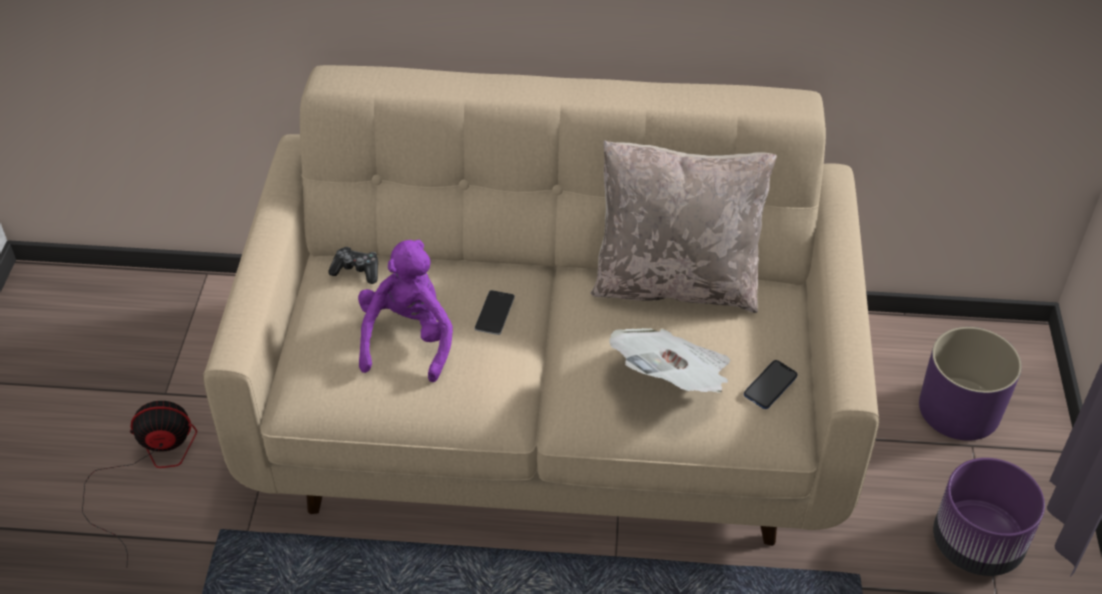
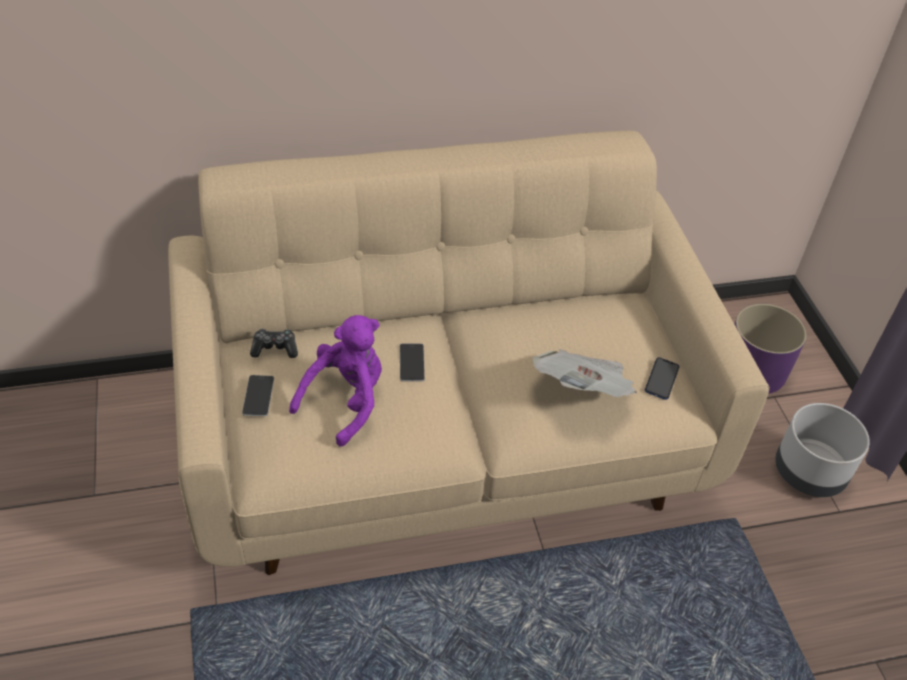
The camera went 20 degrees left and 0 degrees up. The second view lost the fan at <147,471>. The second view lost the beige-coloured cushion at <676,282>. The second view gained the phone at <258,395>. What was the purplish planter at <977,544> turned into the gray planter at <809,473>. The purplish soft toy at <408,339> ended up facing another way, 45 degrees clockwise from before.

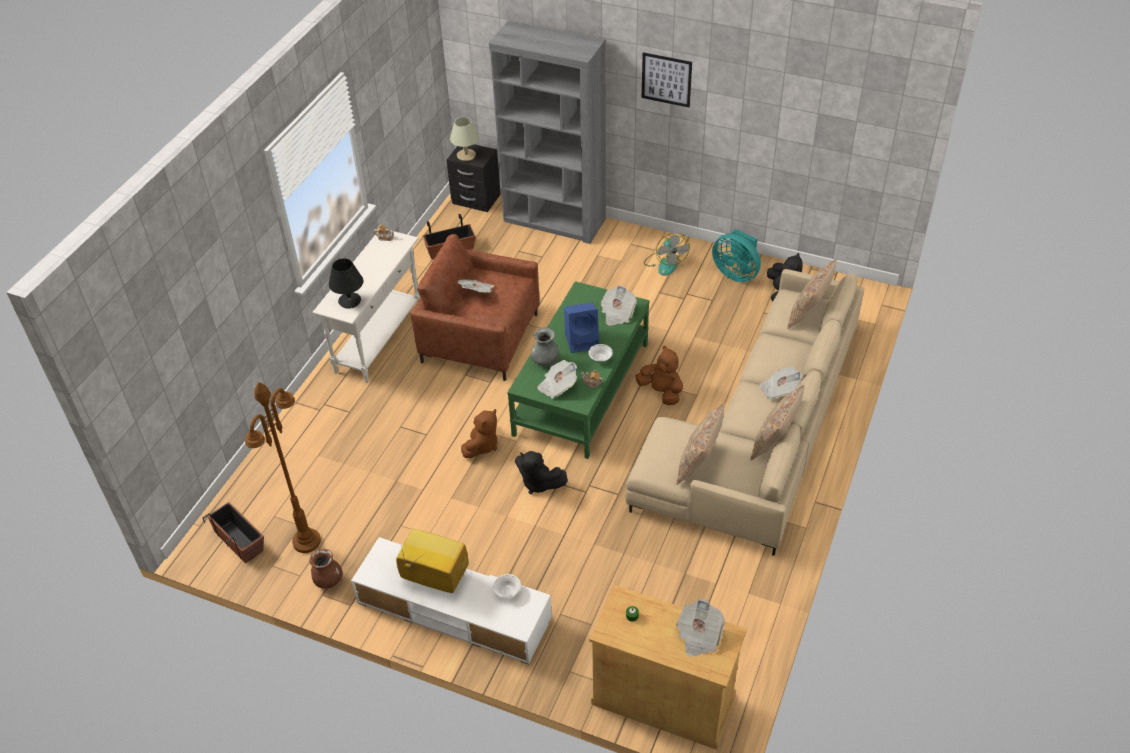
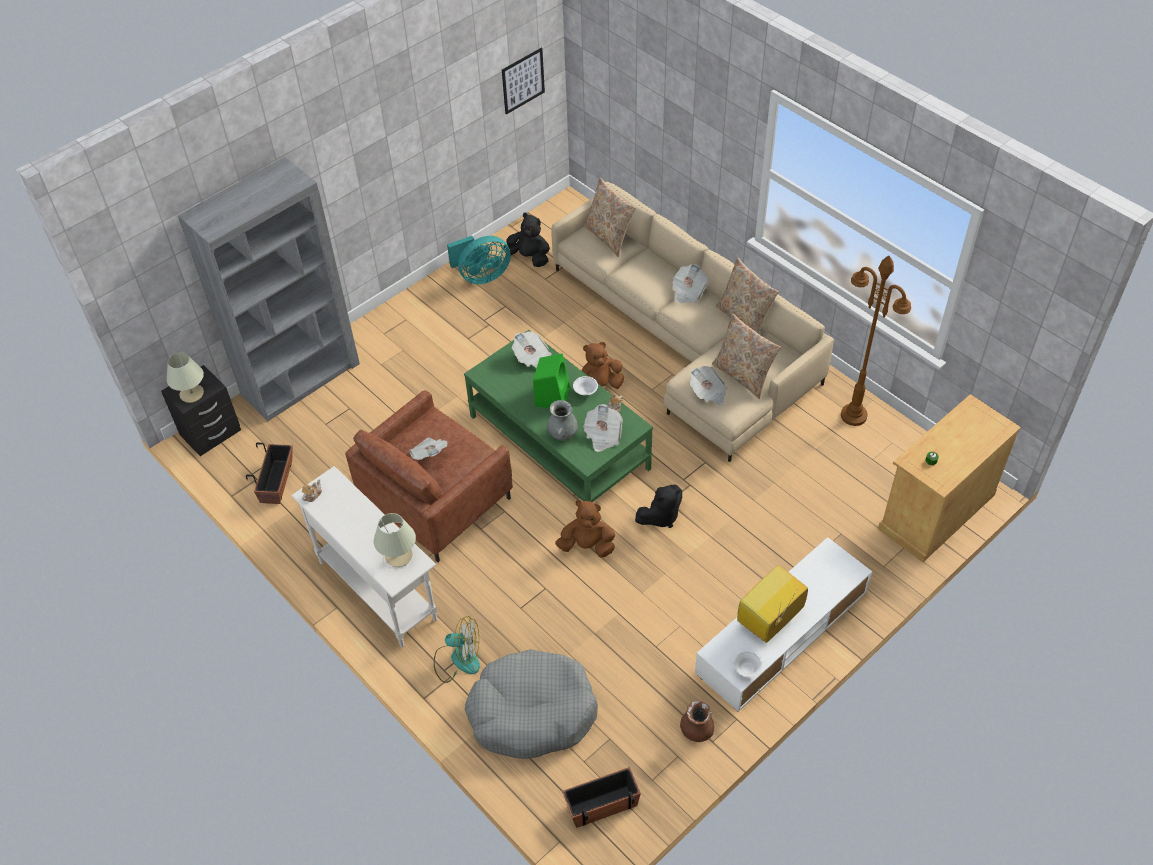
The camera went 65 degrees left and 5 degrees up. The second view gained the gray pet bed at <532,712>. The brown floor lamp ended up elsewhere, having gone from <306,542> to <854,415>. The whitish bowl ended up elsewhere, having gone from <507,591> to <747,669>. The picture ended up elsewhere, having gone from <666,79> to <523,80>. The fan ended up elsewhere, having gone from <665,263> to <458,659>. The printed paper ended up elsewhere, having gone from <699,636> to <708,393>. What was the black tabletop lamp at <350,301> turned into the beige-coloured tabletop lamp at <398,556>. What was the bluish audio speaker at <583,340> turned into the greenish audio speaker at <552,396>. The brown soft toy at <482,445> ended up facing another way, 45 degrees counterclockwise from before.

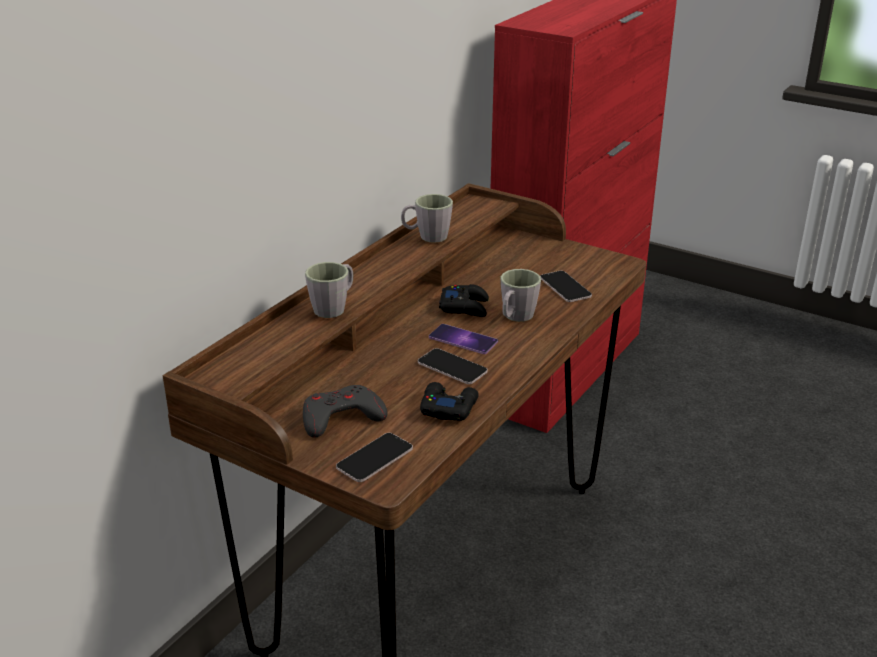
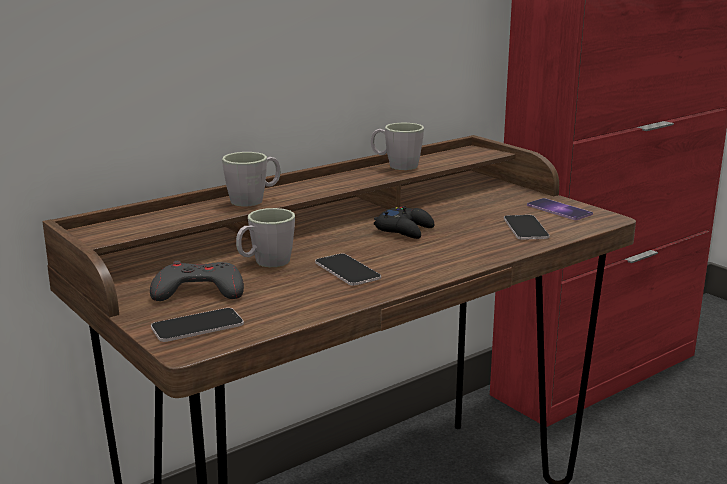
The camera went 20 degrees right and 10 degrees down. The second view lost the black gamepad at <448,407>. The phone ended up elsewhere, having gone from <463,339> to <559,210>. The gray coffee mug ended up elsewhere, having gone from <515,317> to <265,263>.

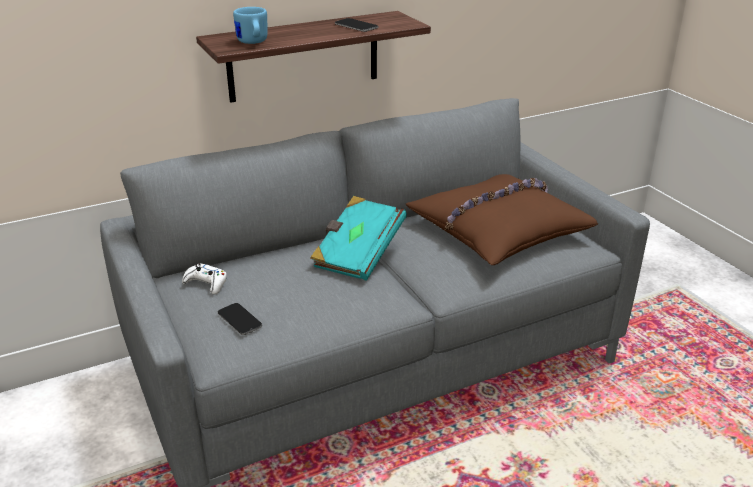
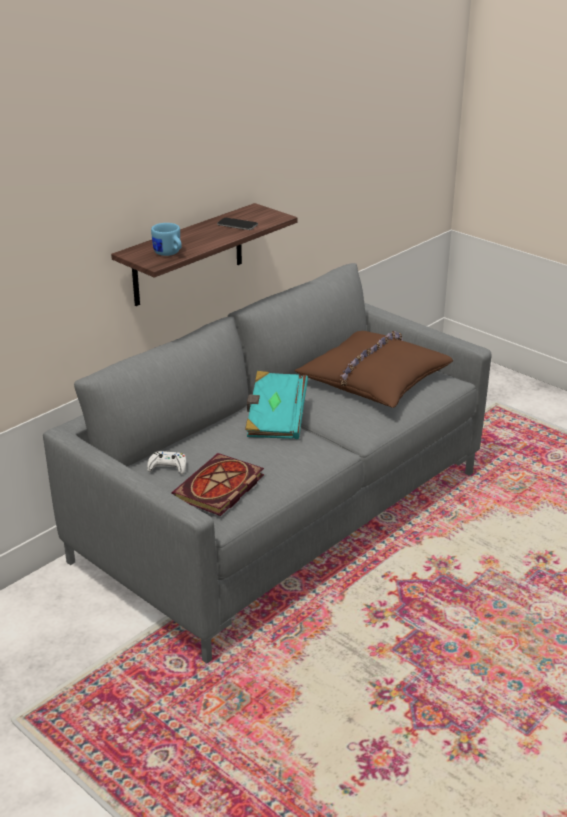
The camera went 20 degrees left and 0 degrees up. Where the phone stood at <239,320>, the volume came to stand at <219,489>.

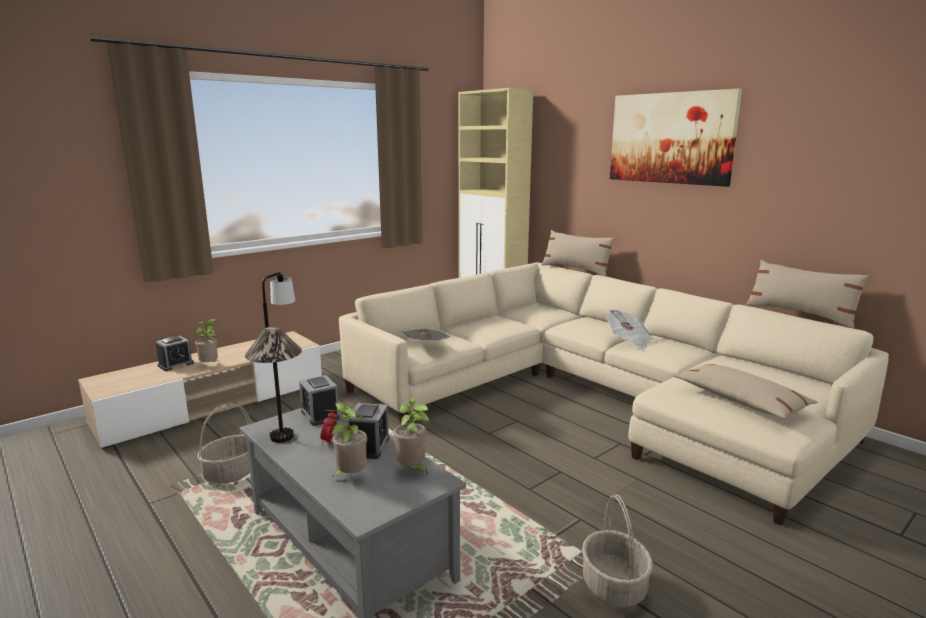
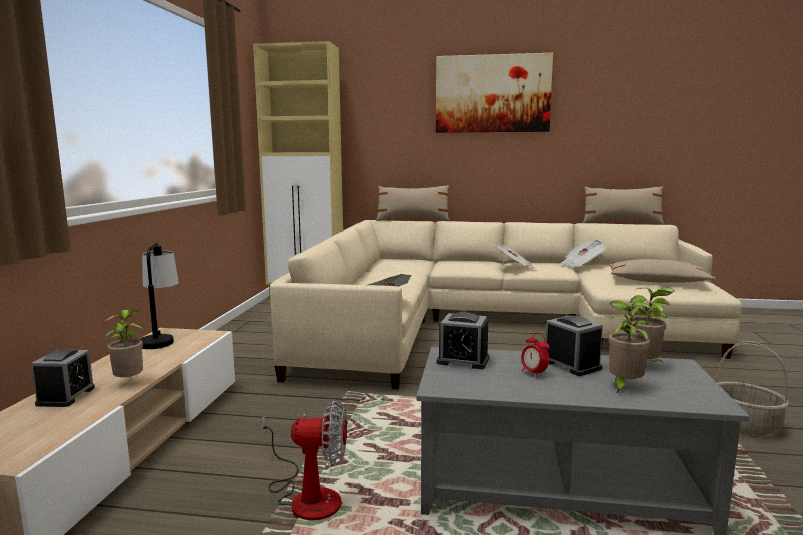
The camera went 40 degrees left and 5 degrees down. The second view lost the tabletop lamp at <281,436>. The second view gained the printed paper at <581,265>. Where the basket stood at <231,472>, the fan came to stand at <307,496>.

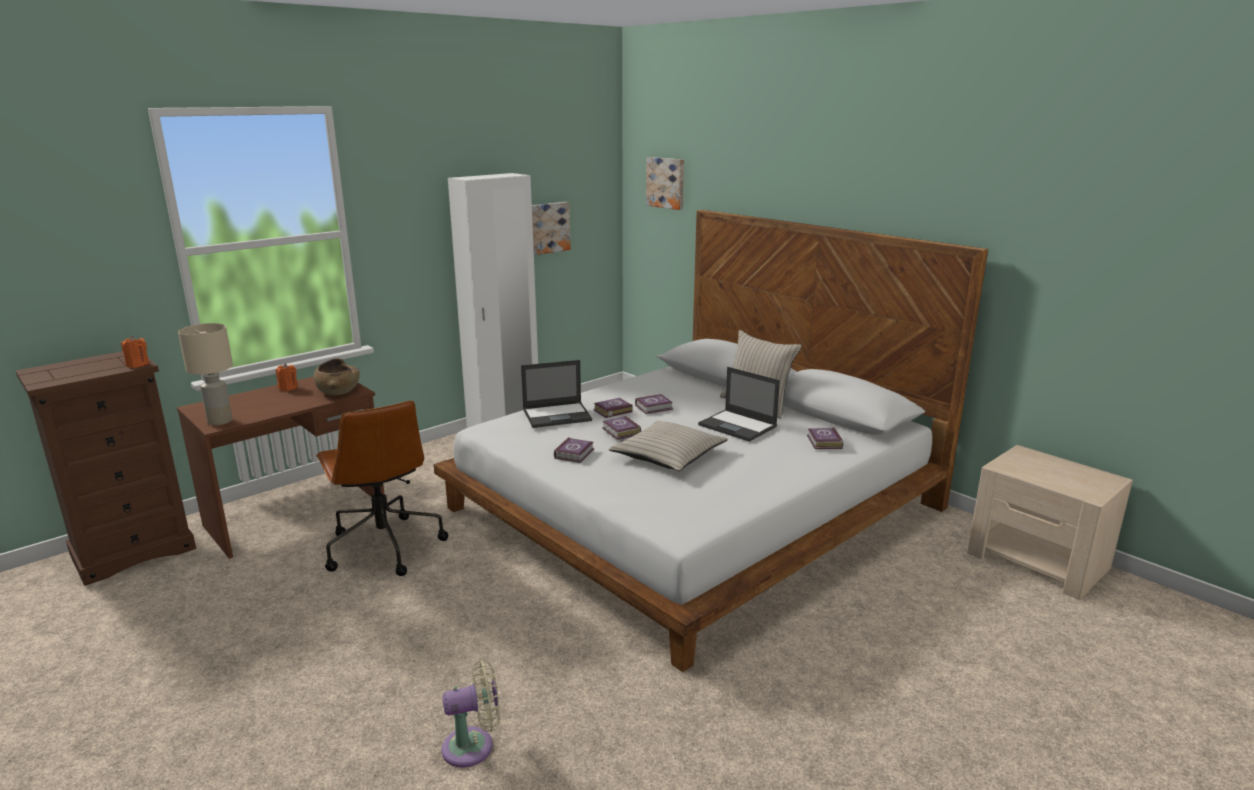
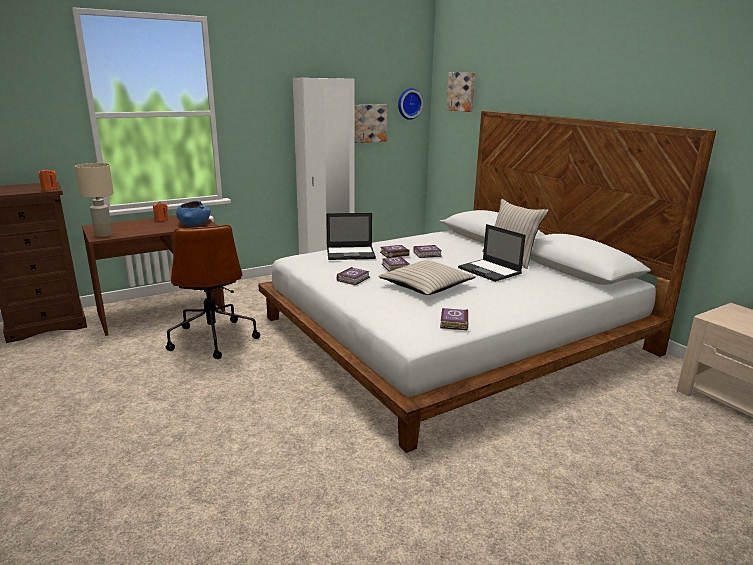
The camera went 10 degrees right and 0 degrees up. The second view lost the beige-coloured fan at <473,746>. The second view gained the wall clock at <409,103>. The volume ended up elsewhere, having gone from <823,442> to <453,322>. What was the brown bowl at <338,390> turned into the bluish bowl at <194,223>.

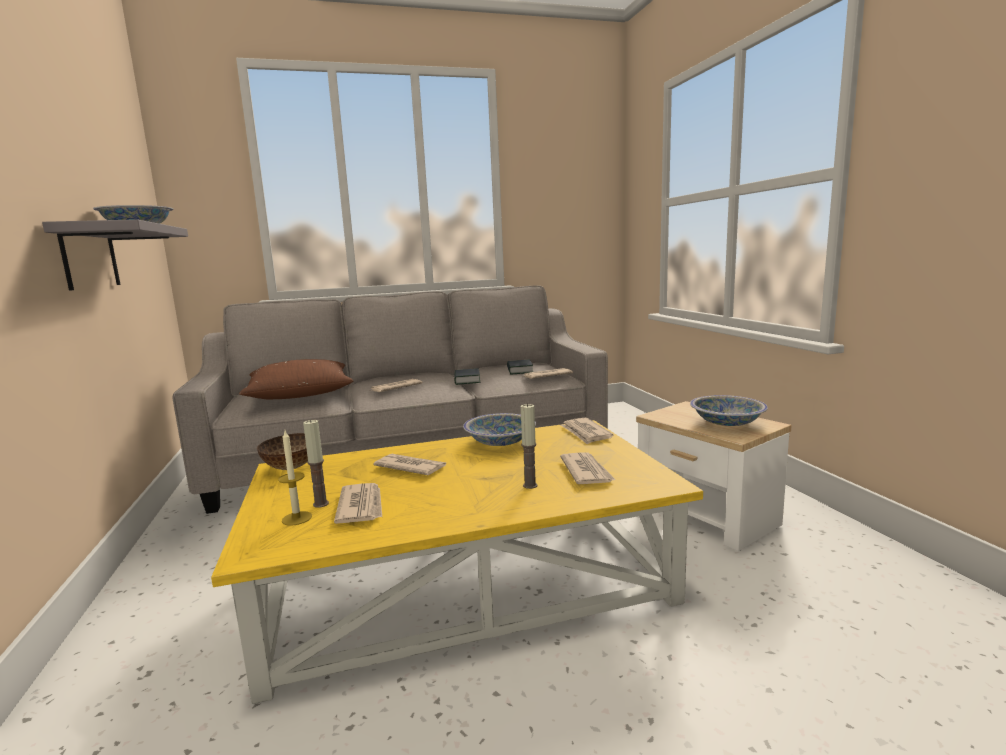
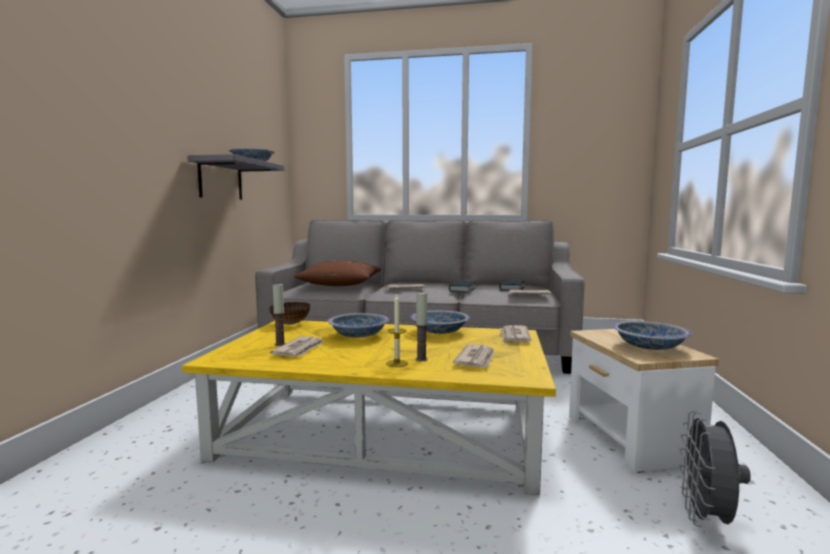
The camera went 25 degrees right and 5 degrees down. The second view gained the gray fan at <706,519>. The wax candle ended up elsewhere, having gone from <297,518> to <397,363>. Where the printed paper stood at <410,467>, the bowl came to stand at <358,335>.

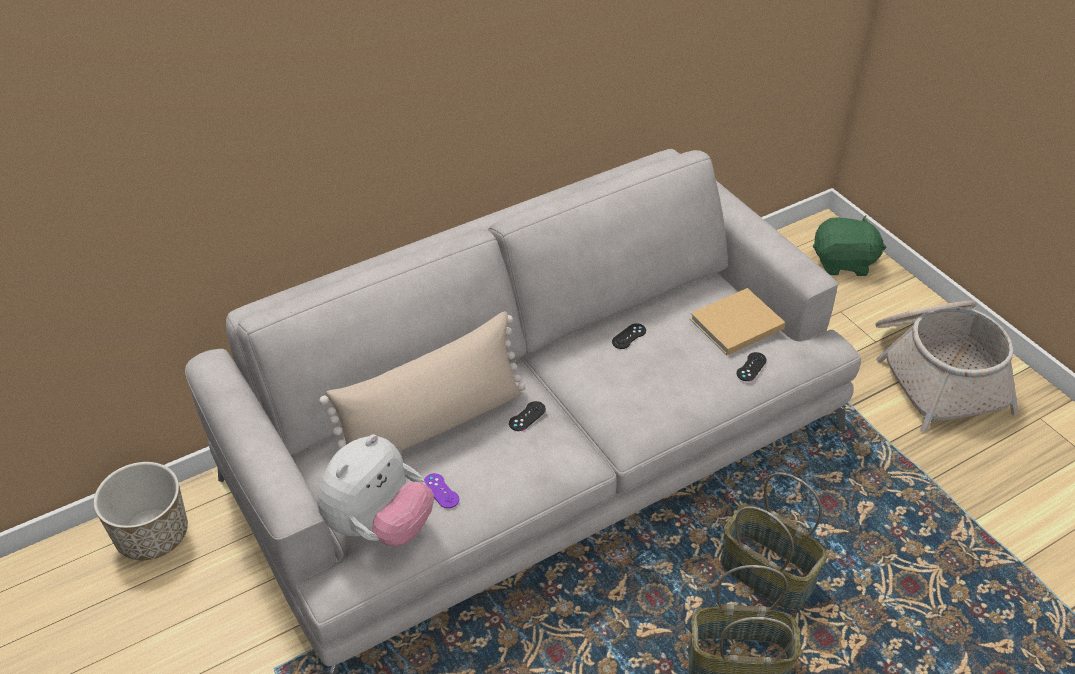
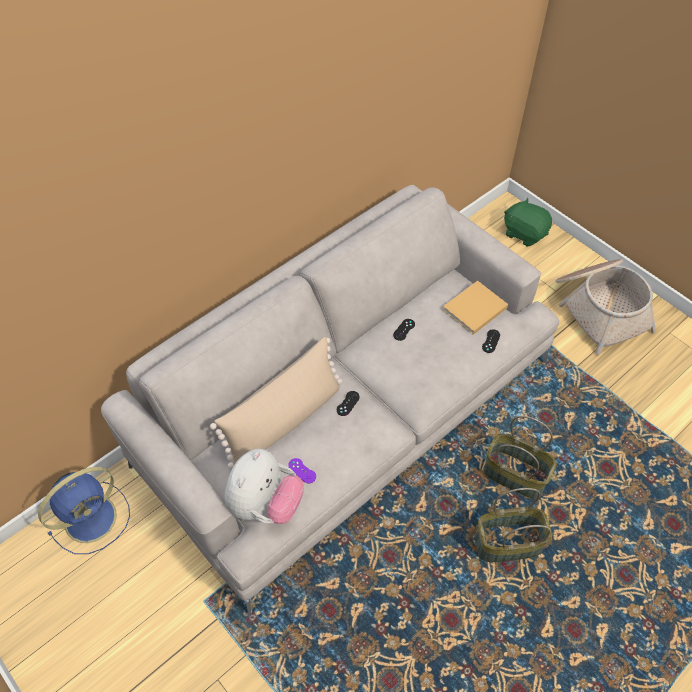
The camera went 10 degrees left and 10 degrees up. Where the planter stood at <152,534>, the bluish fan came to stand at <92,517>. The greenish soft toy at <843,263> ended up facing another way, 135 degrees counterclockwise from before.

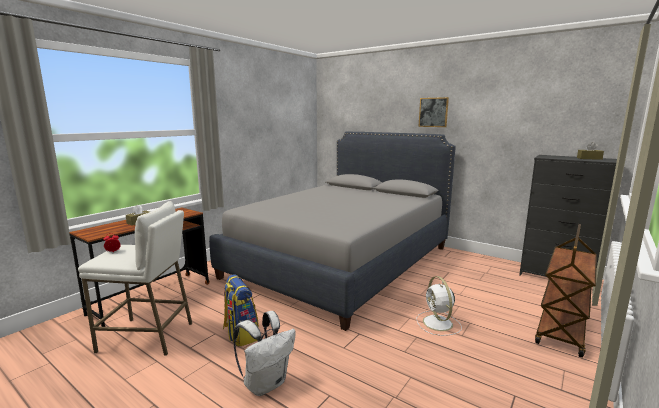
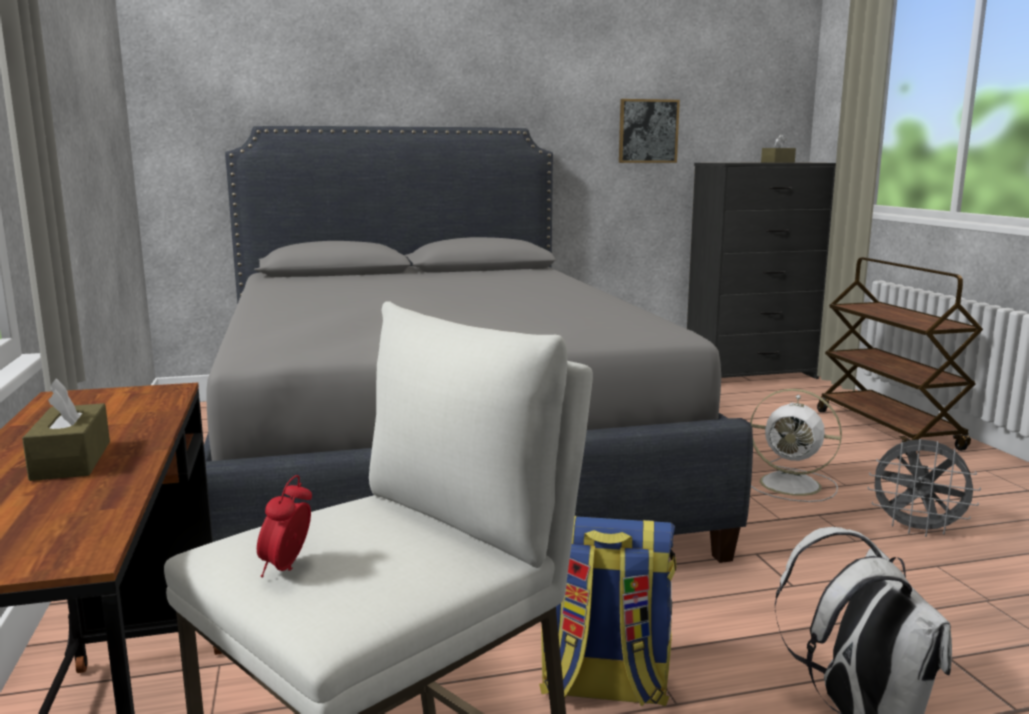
The camera went 50 degrees left and 0 degrees up. The second view gained the gray fan at <917,530>. The picture ended up elsewhere, having gone from <433,112> to <648,131>.

